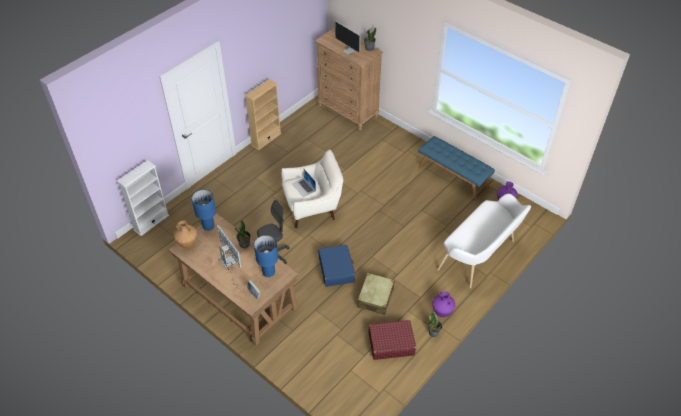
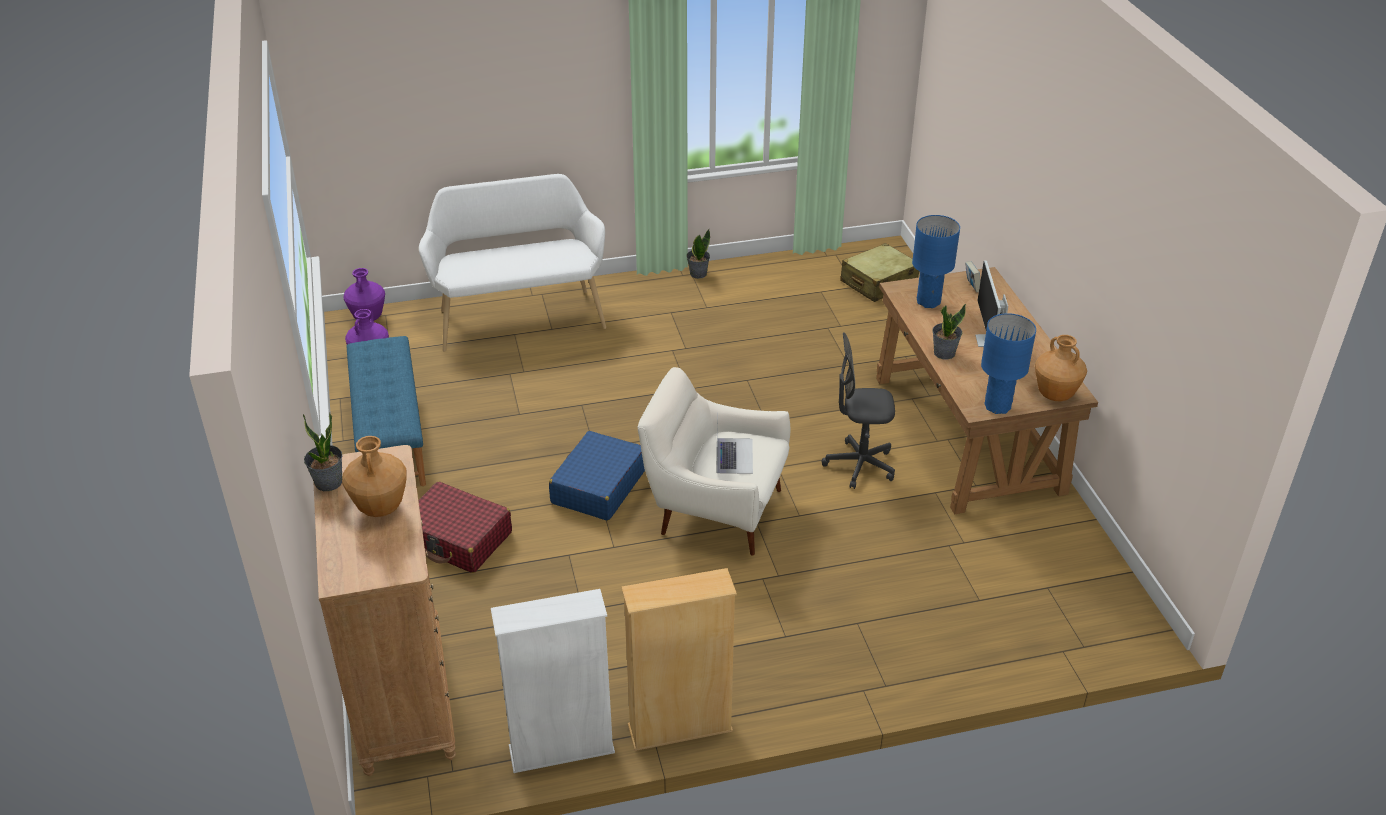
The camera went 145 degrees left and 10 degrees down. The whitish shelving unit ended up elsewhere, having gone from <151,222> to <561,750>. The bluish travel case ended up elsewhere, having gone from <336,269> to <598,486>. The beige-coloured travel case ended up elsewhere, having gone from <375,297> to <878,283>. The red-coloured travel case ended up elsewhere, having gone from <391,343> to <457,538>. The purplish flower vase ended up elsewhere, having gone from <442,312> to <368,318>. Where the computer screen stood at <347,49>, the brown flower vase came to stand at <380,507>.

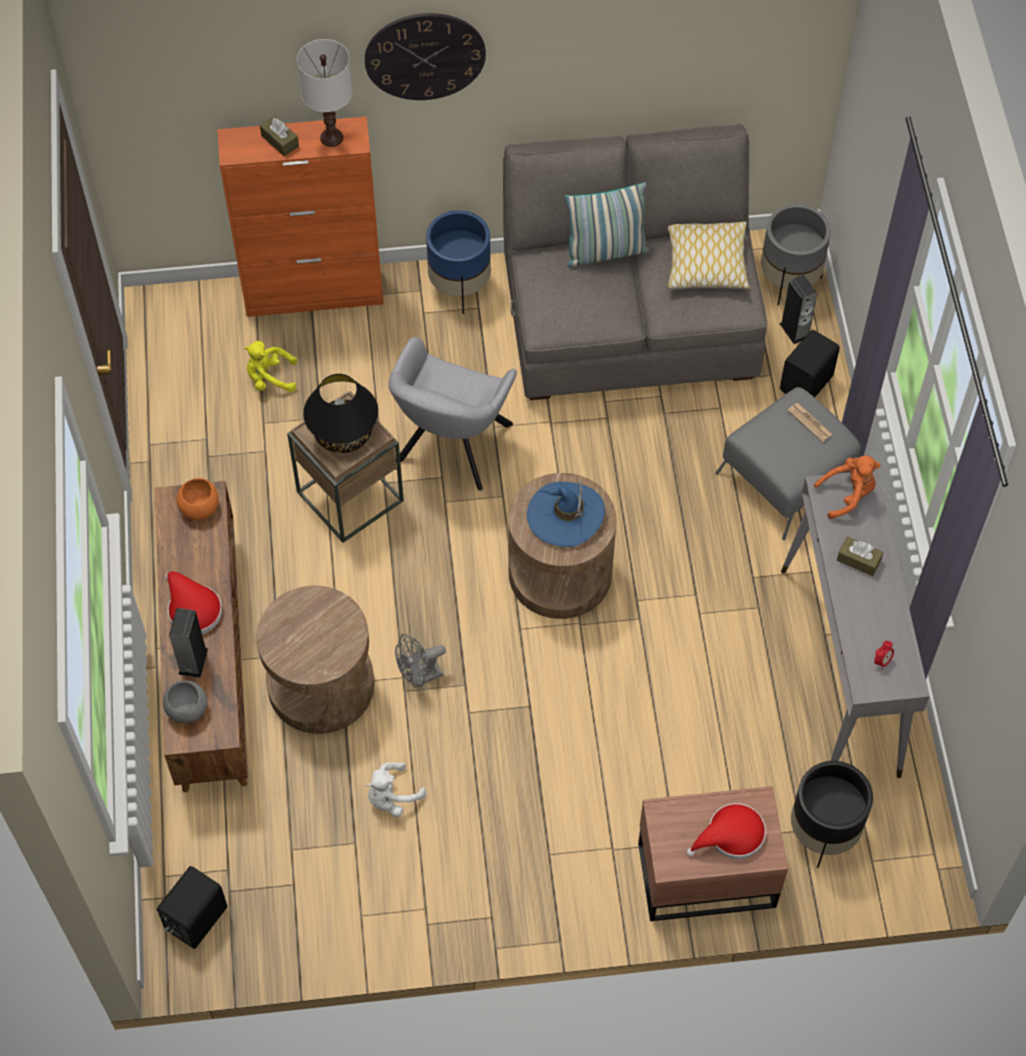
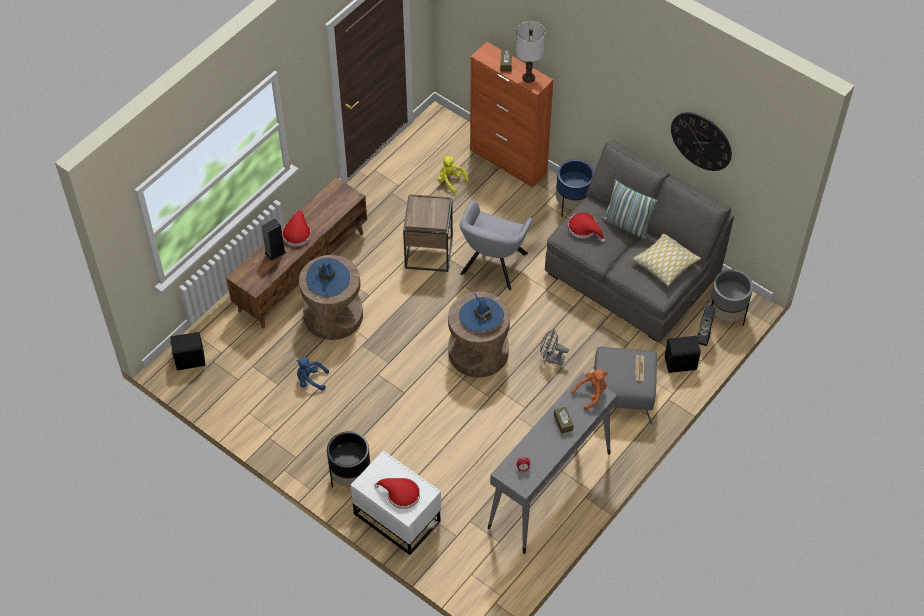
The camera went 45 degrees right and 5 degrees down. The second view lost the gray bowl at <186,710>. The second view lost the orangey bowl at <200,507>. The second view lost the black tabletop lamp at <344,434>. The second view gained the bluish hat at <328,279>. The second view gained the red-coloured hat at <584,229>. The wall clock ended up elsewhere, having gone from <425,56> to <701,141>. The gray fan ended up elsewhere, having gone from <419,677> to <551,358>. The black planter ended up elsewhere, having gone from <823,833> to <350,477>. What was the whitish soft toy at <392,797> turned into the bluish soft toy at <311,380>. What was the brown bedside table at <704,872> turned into the whitish bedside table at <397,516>. The gray lounge chair at <451,448> ended up facing another way, 45 degrees counterclockwise from before. The orangey soft toy at <848,494> ended up facing another way, 60 degrees counterclockwise from before.

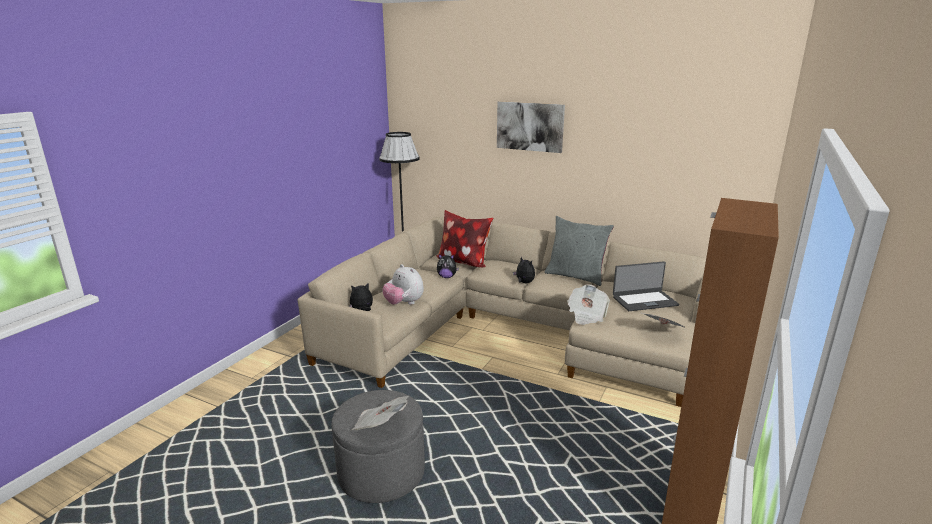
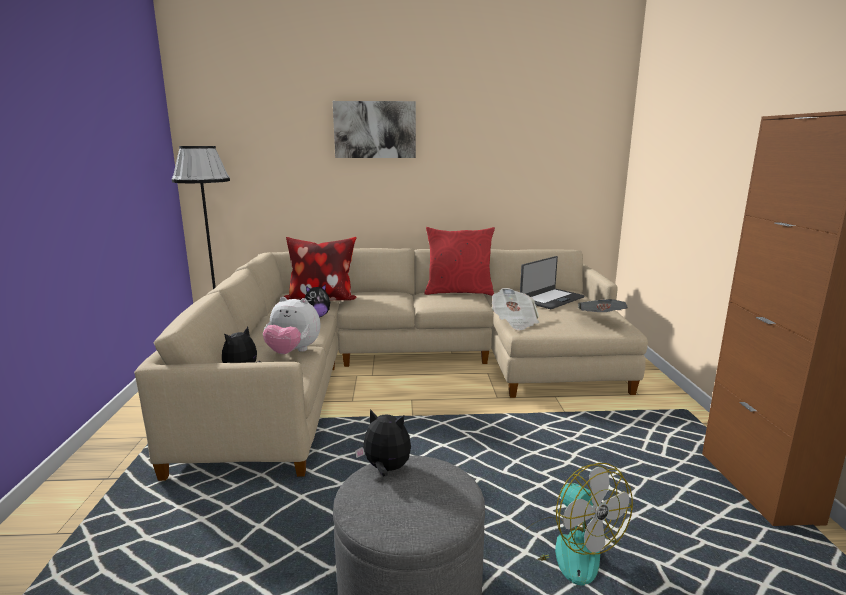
The camera went 30 degrees left and 5 degrees down. The second view lost the printed paper at <380,426>. The second view gained the fan at <566,548>. The soft toy ended up elsewhere, having gone from <524,283> to <386,469>. What was the gray cushion at <575,276> turned into the red-coloured cushion at <459,292>.

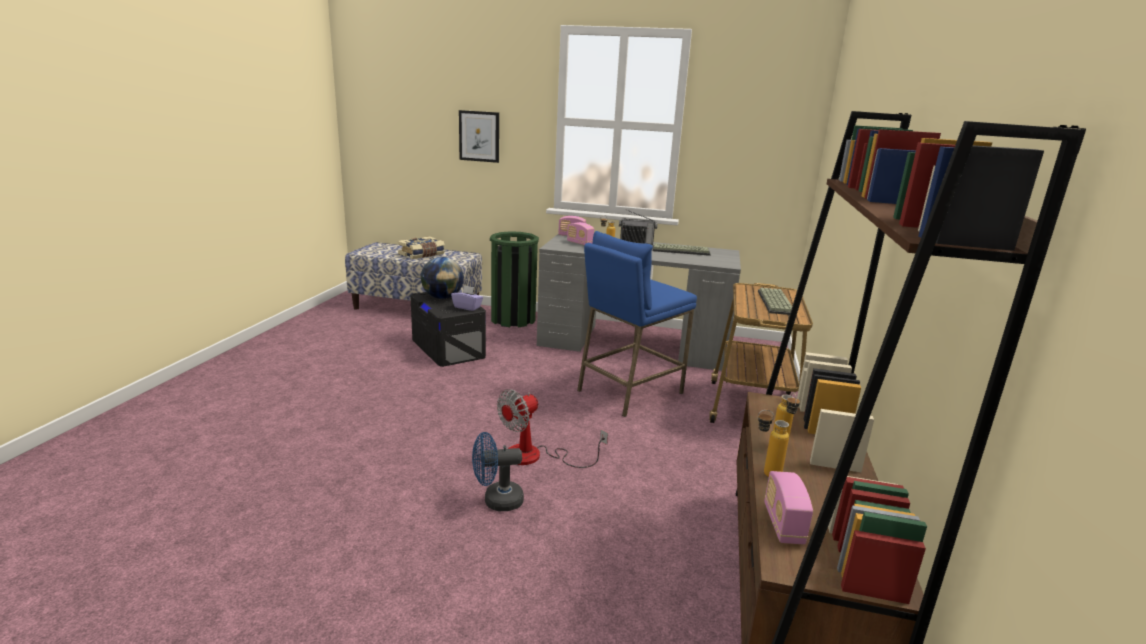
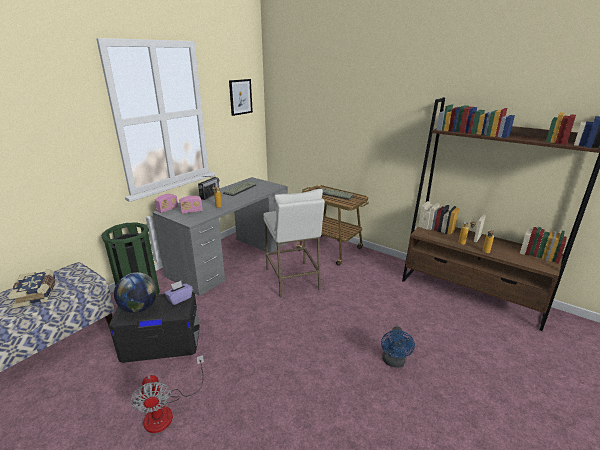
The camera went 65 degrees left and 5 degrees up. The second view lost the radio set at <783,524>. The picture ended up elsewhere, having gone from <479,136> to <240,97>. The fan ended up elsewhere, having gone from <536,457> to <167,411>. What was the bluish stool seat at <629,392> turned into the whitish stool seat at <292,279>.

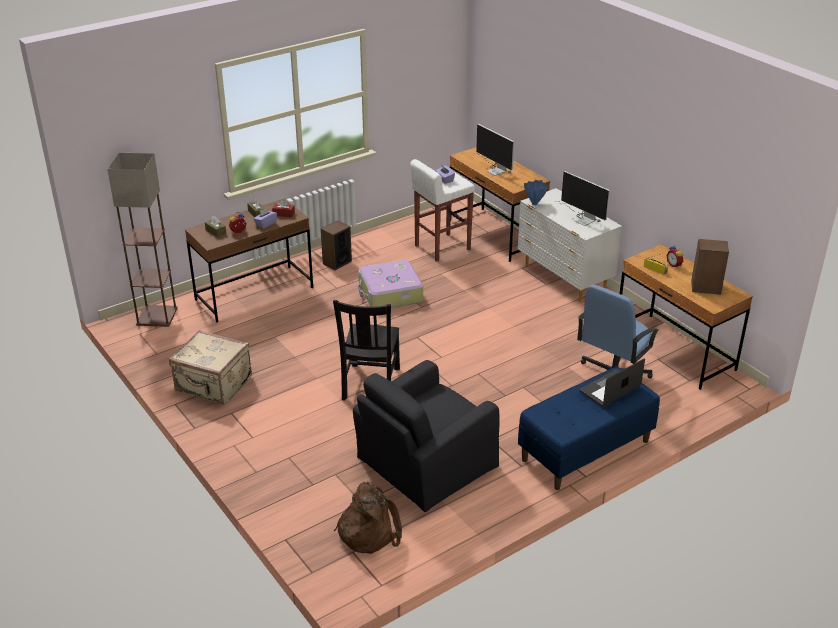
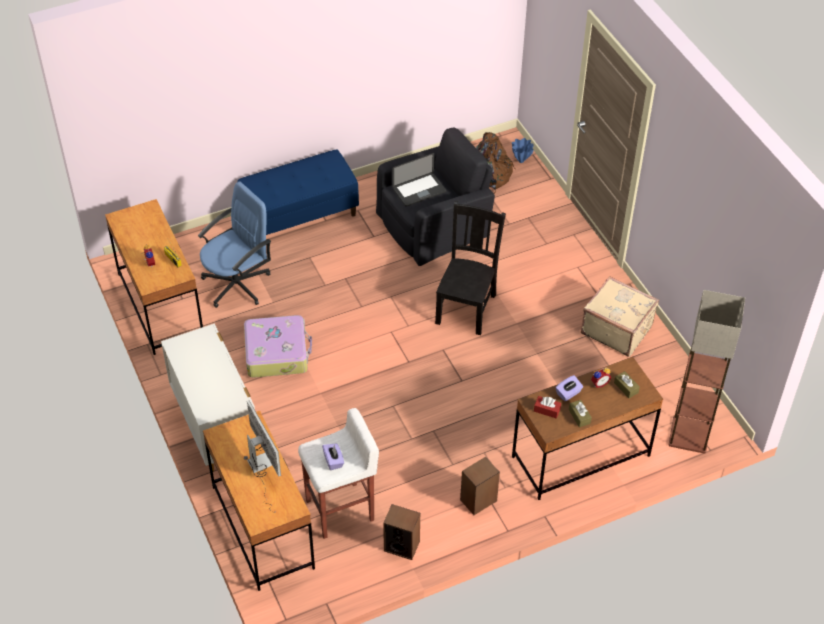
The camera went 170 degrees left and 15 degrees up. The second view lost the computer screen at <581,218>. The travel case ended up elsewhere, having gone from <390,293> to <277,353>. The bluish flower vase ended up elsewhere, having gone from <534,204> to <521,161>. The notebook computer ended up elsewhere, having gone from <610,389> to <419,190>. The audio speaker ended up elsewhere, having gone from <706,287> to <401,546>.

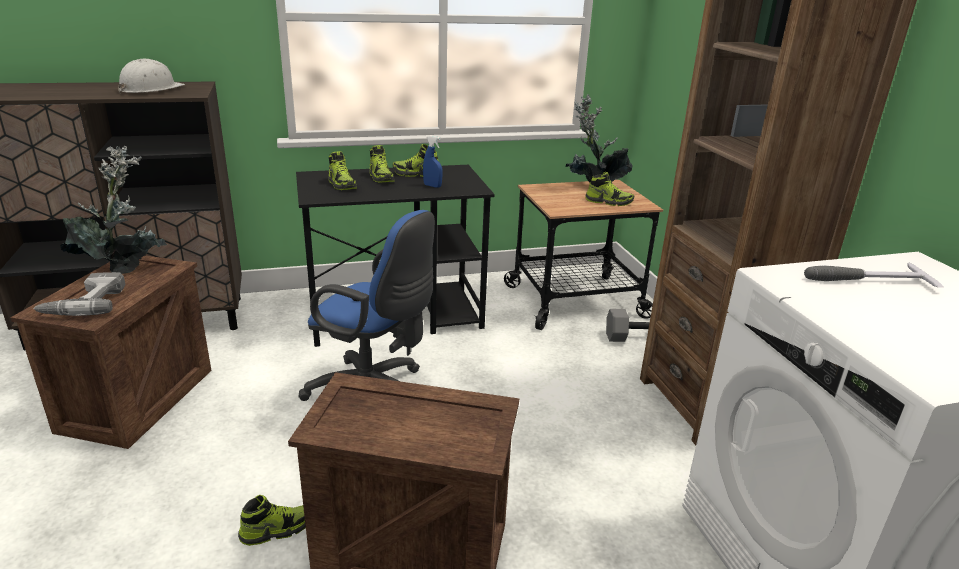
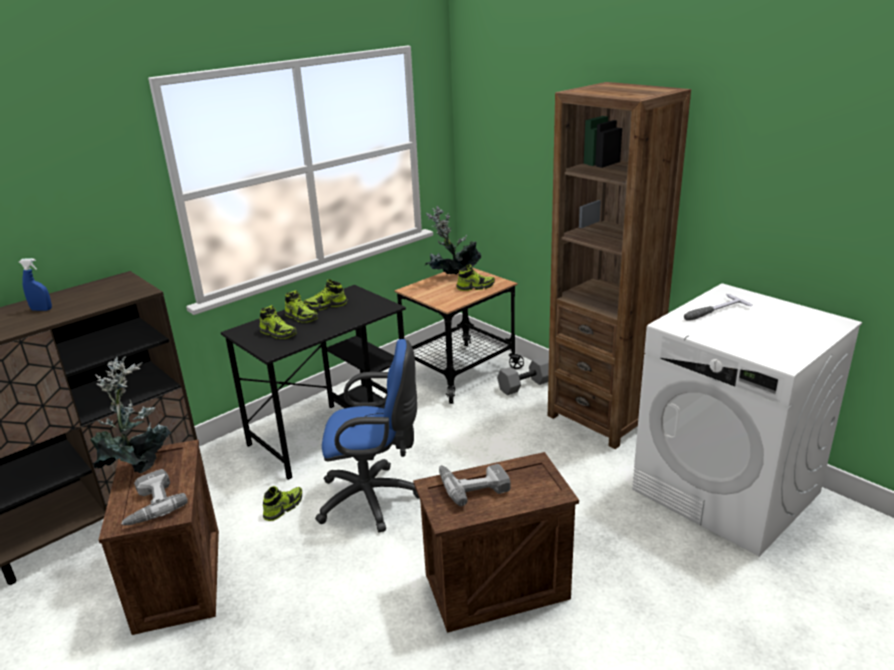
The camera went 25 degrees left and 0 degrees up. The second view lost the whitish work helmet at <150,89>. The second view gained the power drill at <472,484>. The shoe ended up elsewhere, having gone from <277,529> to <283,507>. The bluish sprayer ended up elsewhere, having gone from <432,186> to <41,309>.

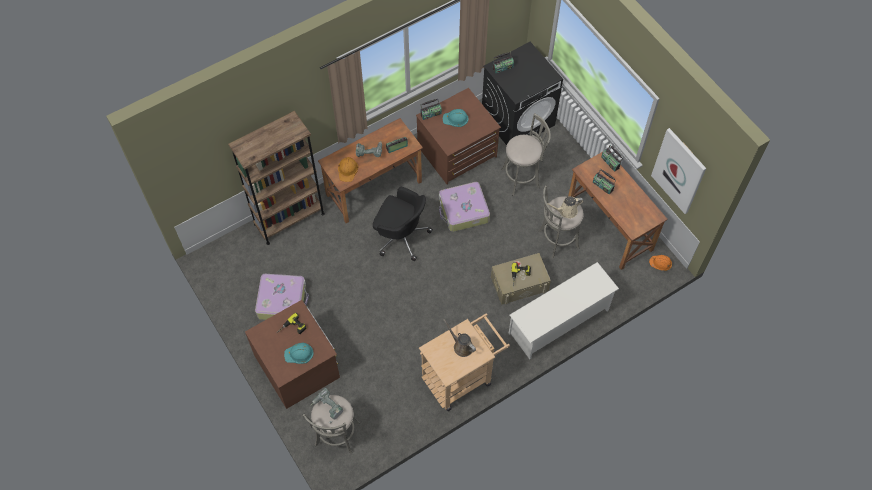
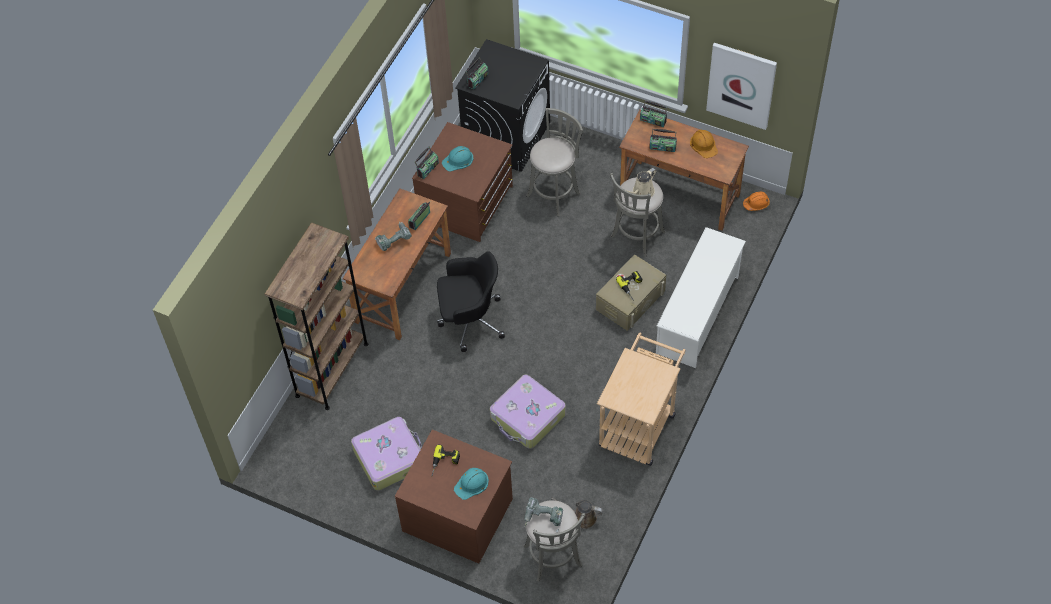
The camera went 30 degrees left and 5 degrees down. The orangey work helmet ended up elsewhere, having gone from <347,170> to <704,145>. The travel case ended up elsewhere, having gone from <463,211> to <527,417>. The brown watering can ended up elsewhere, having gone from <461,346> to <582,517>.

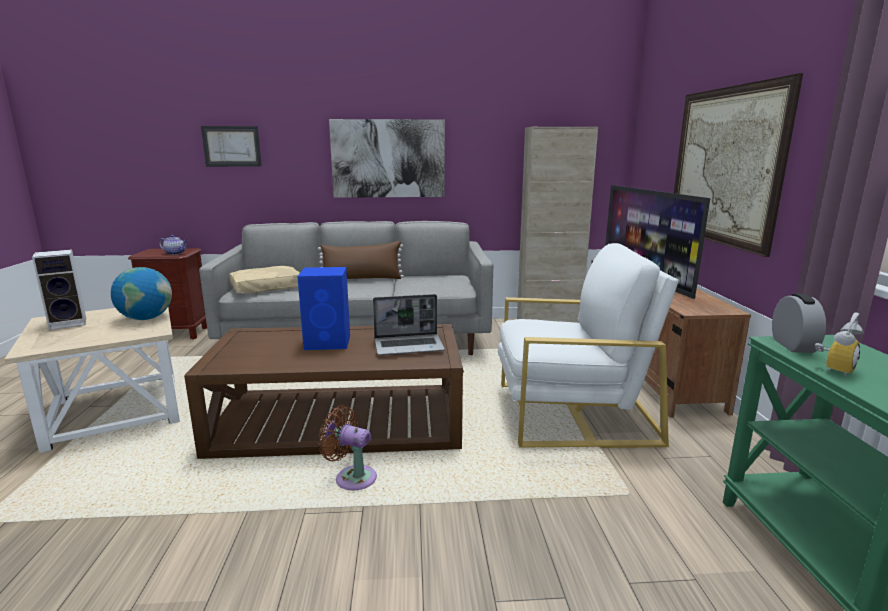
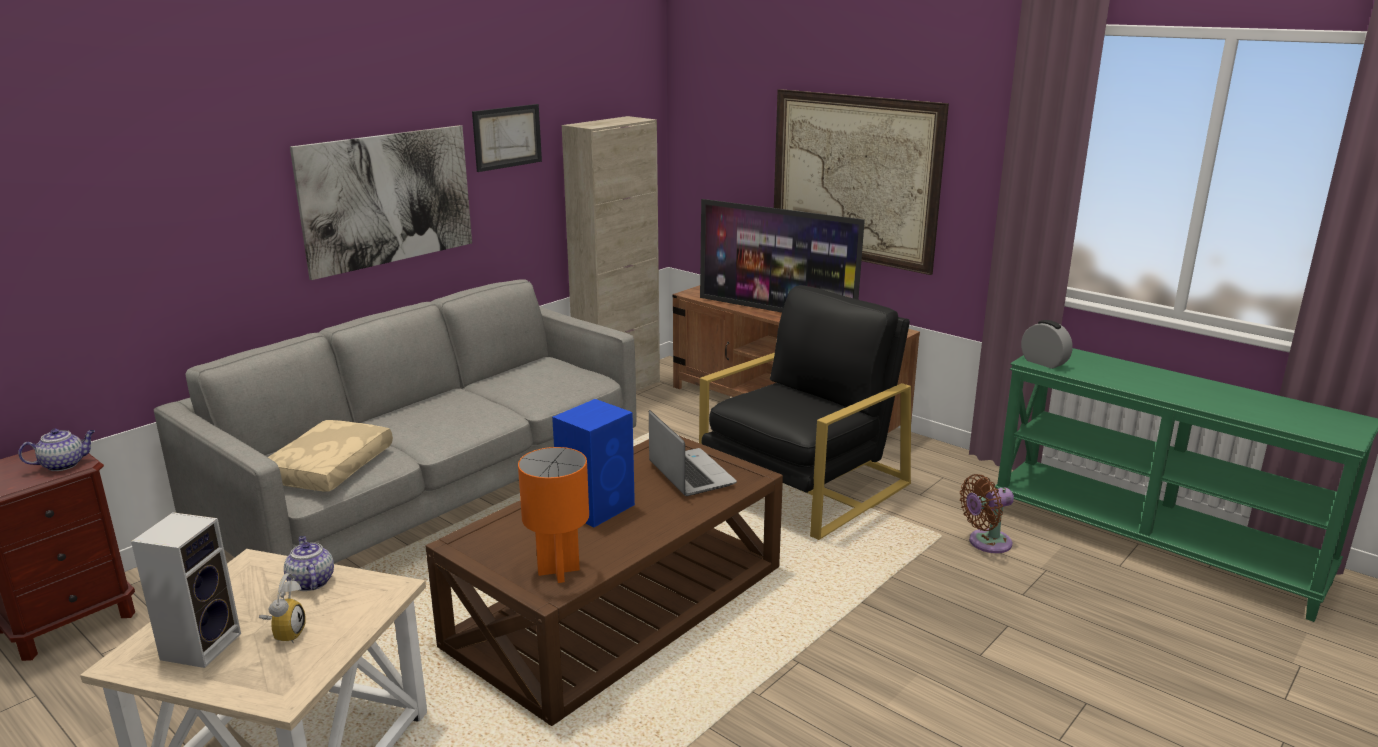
The camera went 45 degrees left and 5 degrees up. The second view lost the brown cushion at <362,279>. The second view gained the orangey tabletop lamp at <558,571>. The picture ended up elsewhere, having gone from <232,146> to <507,137>. The brown fan ended up elsewhere, having gone from <352,477> to <986,543>. The alarm clock ended up elsewhere, having gone from <833,369> to <285,634>. Where the world globe stood at <146,318>, the pot for tea came to stand at <310,582>. What was the whitish lounge chair at <572,412> turned into the black lounge chair at <803,486>. The notebook computer at <409,346> ended up facing another way, 60 degrees counterclockwise from before.

